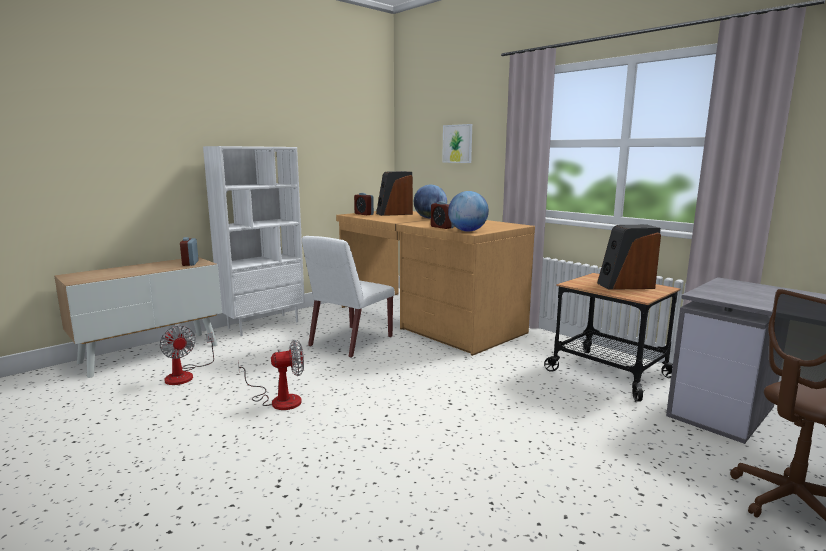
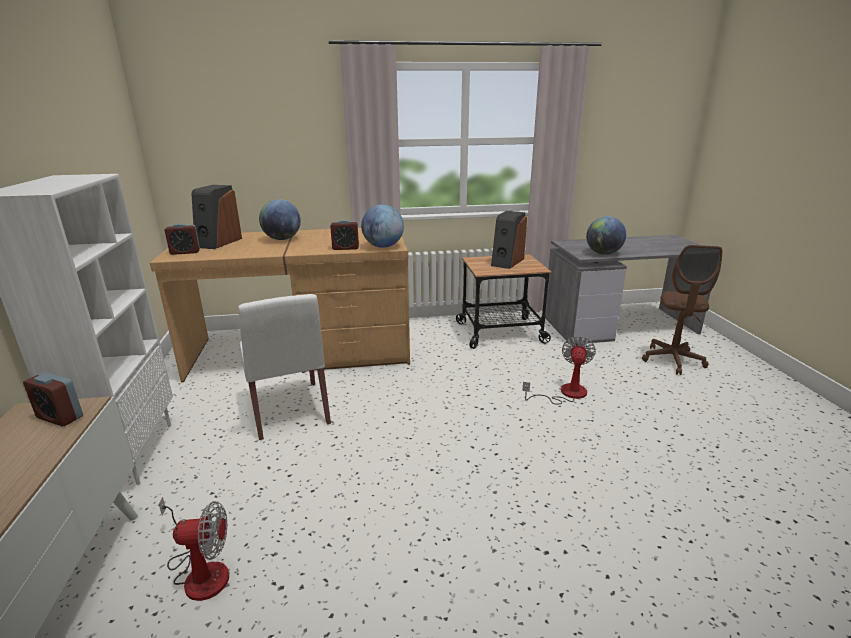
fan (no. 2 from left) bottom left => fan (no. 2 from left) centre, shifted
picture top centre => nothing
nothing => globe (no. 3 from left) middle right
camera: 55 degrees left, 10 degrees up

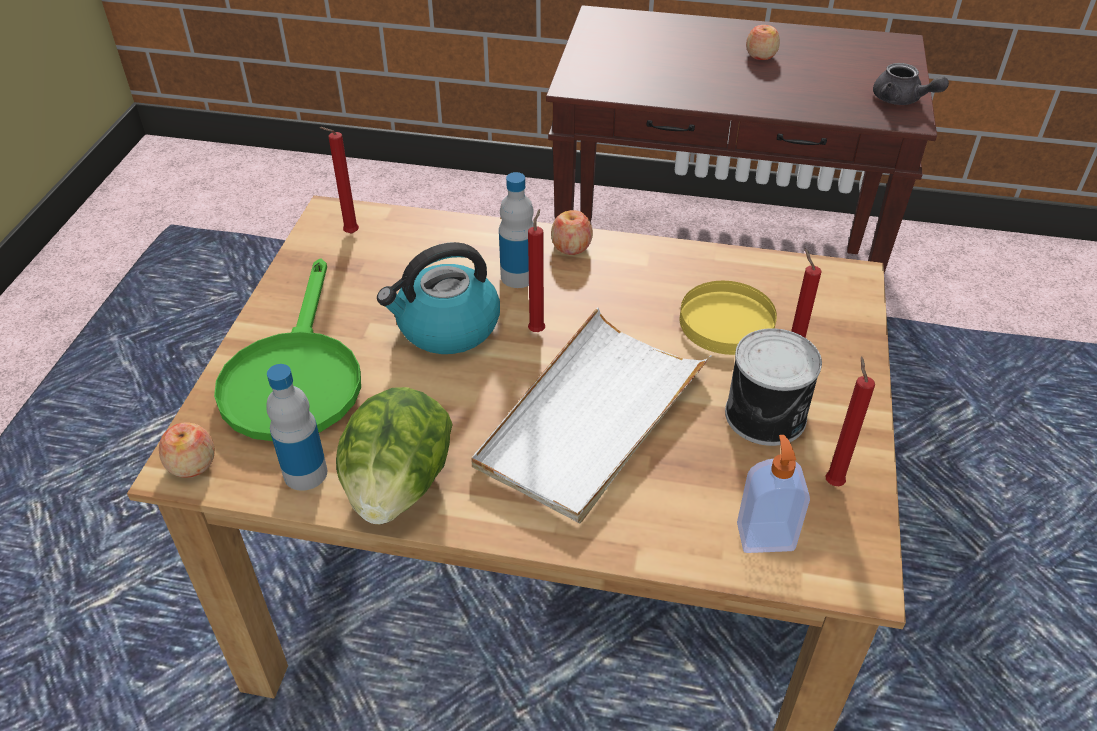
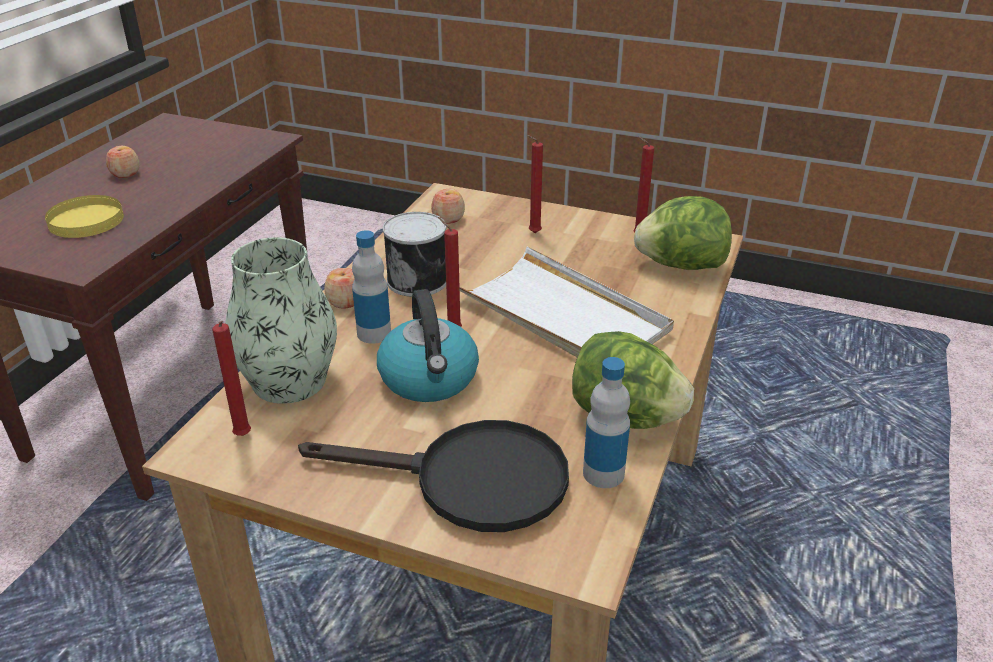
apple (no. 1 from left in the first image) middle left => apple (no. 3 from left) top centre, shifted
frying pan in green middle left => frying pan in black bottom centre
plate in yellow centre => plate in yellow top left, shifted
can middle right => can centre, shifted
soap dispenser bottom right => lettuce (no. 2 from left) middle right
teapot in grey top right => nothing
nothing => vase middle left
camera: 80 degrees left, 10 degrees down

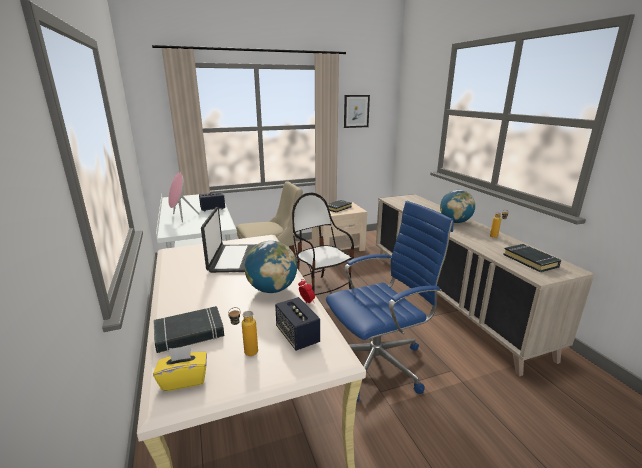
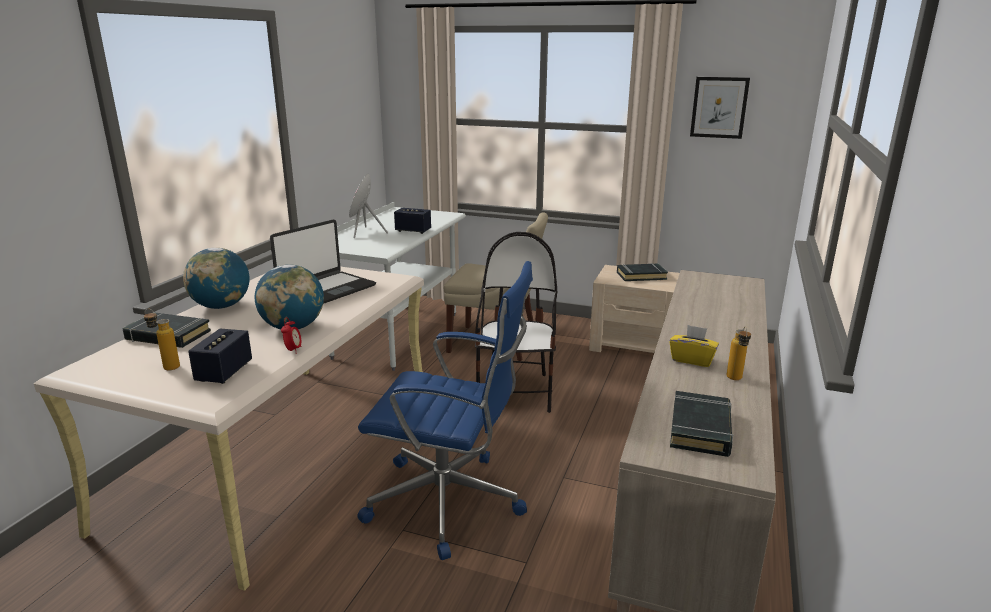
tissue box in yellow bottom left => tissue box in yellow middle right, shifted
globe (no. 2 from left in the first image) middle right => globe (no. 1 from left) middle left, shifted
camera: 40 degrees right, 0 degrees up

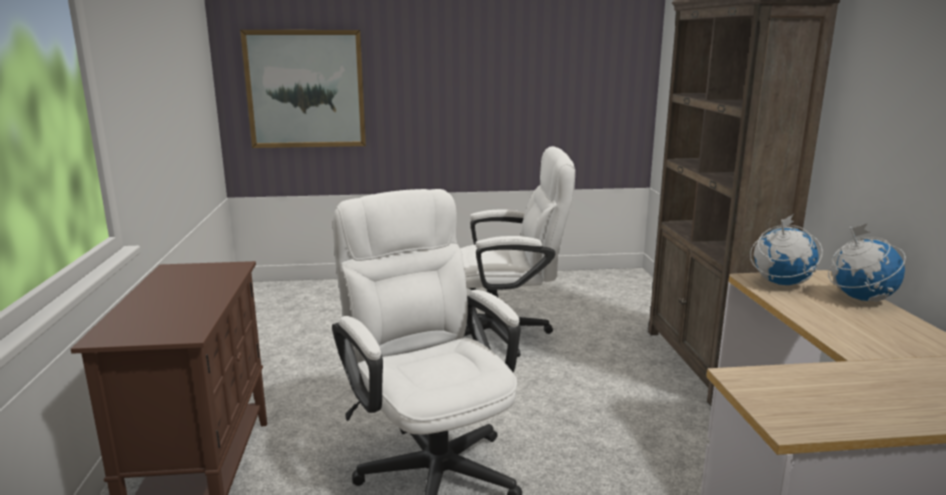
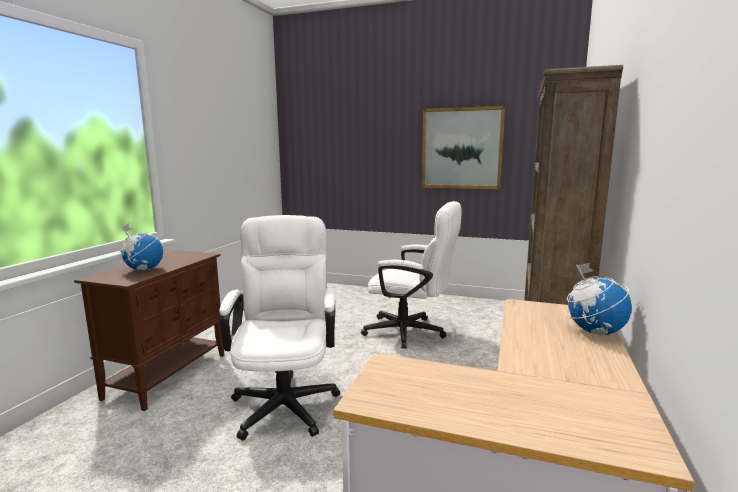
picture top left => picture top centre, shifted
globe (no. 1 from left) middle right => globe (no. 1 from left) middle left, shifted
camera: 25 degrees right, 5 degrees down

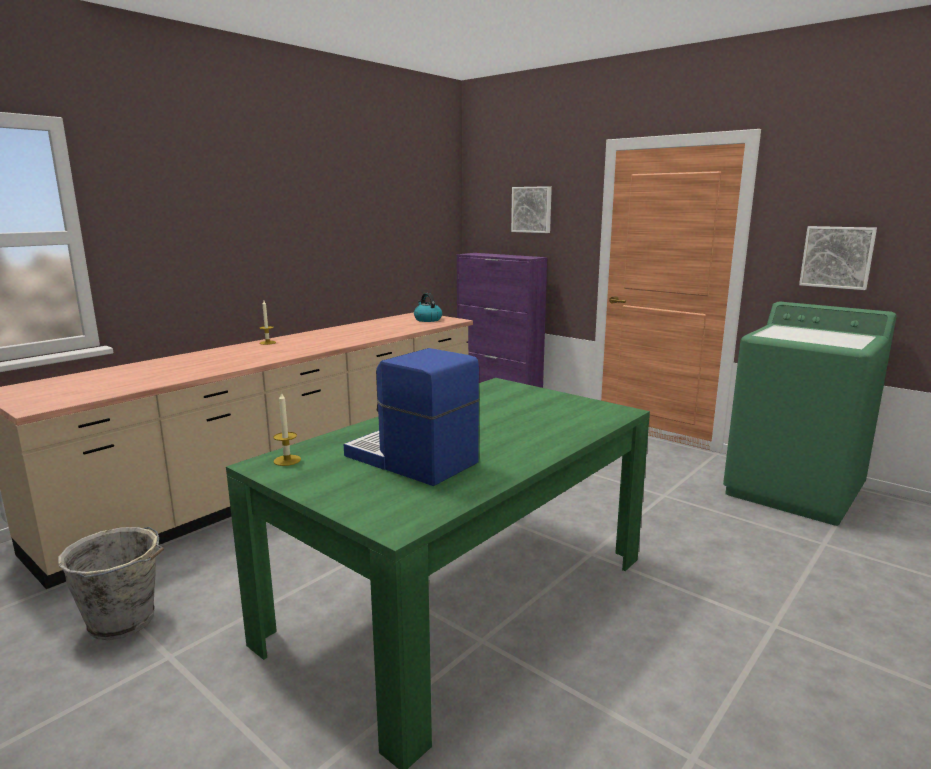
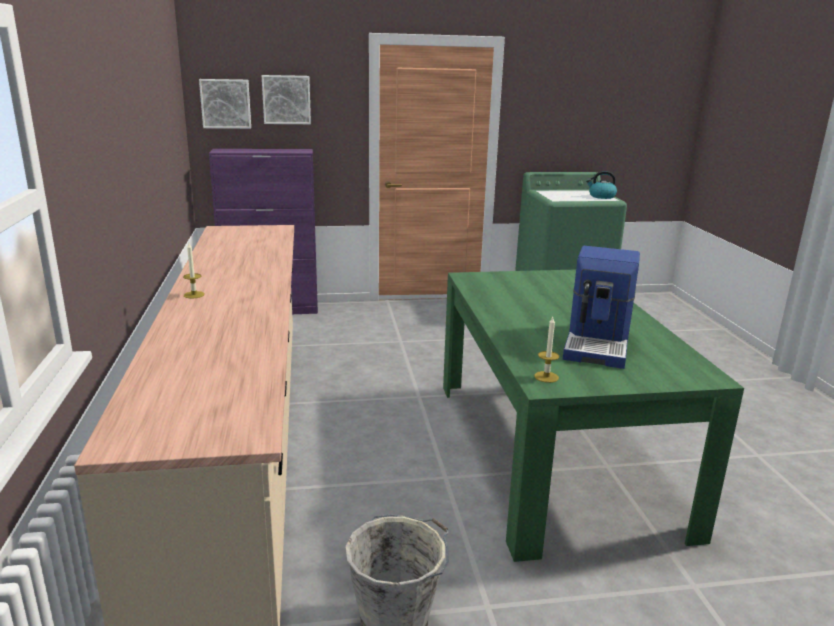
coffee machine centre => coffee machine middle right, 60 degrees counterclockwise
kettle centre => kettle top right, shifted
picture (no. 2 from left in the first image) middle right => picture (no. 1 from left) top left, shifted
camera: 50 degrees left, 5 degrees up

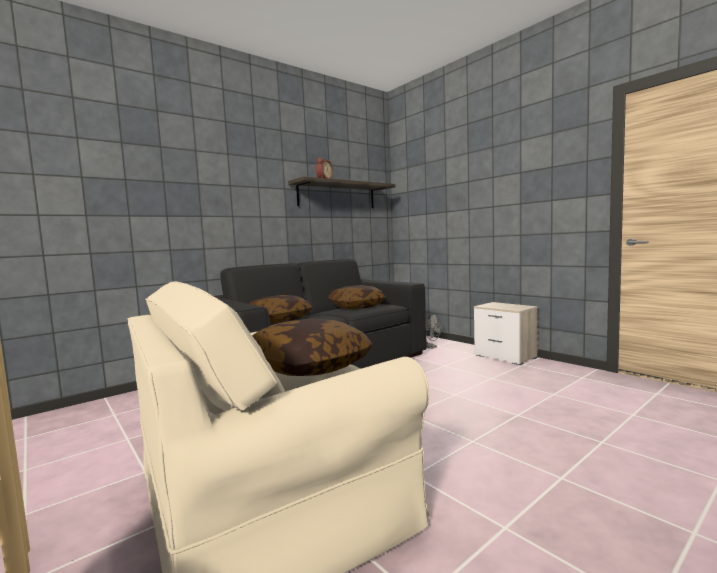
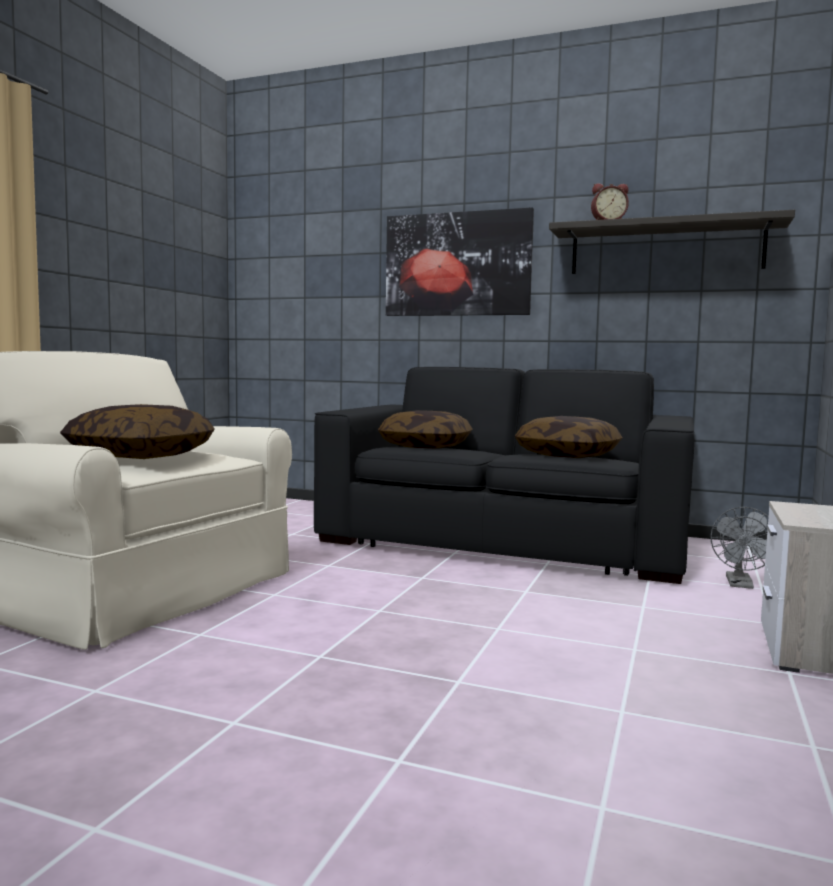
nothing => picture top centre
camera: 60 degrees right, 0 degrees up

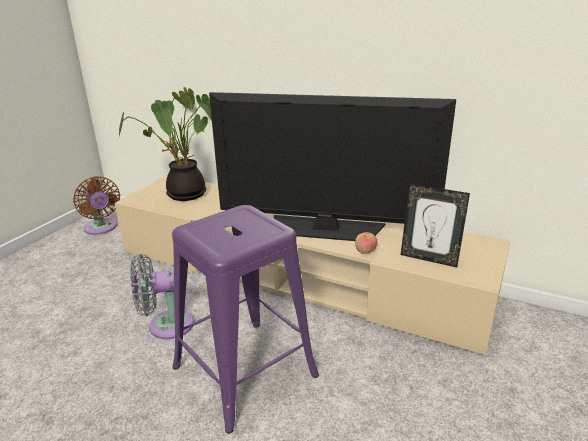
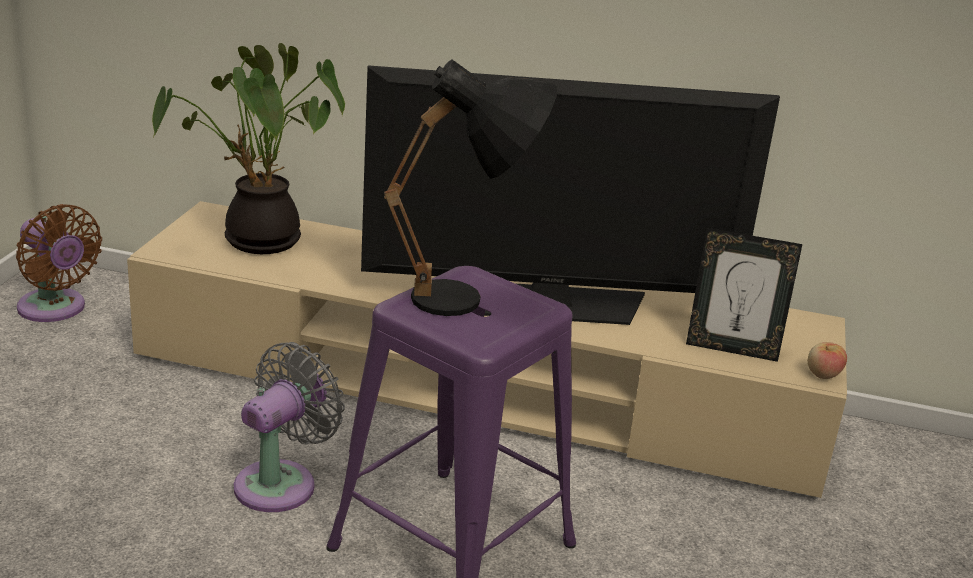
fan in grey bottom left, 150 degrees clockwise
apple centre => apple middle right, shifted
nothing => table lamp in black top centre
camera: 15 degrees left, 0 degrees up

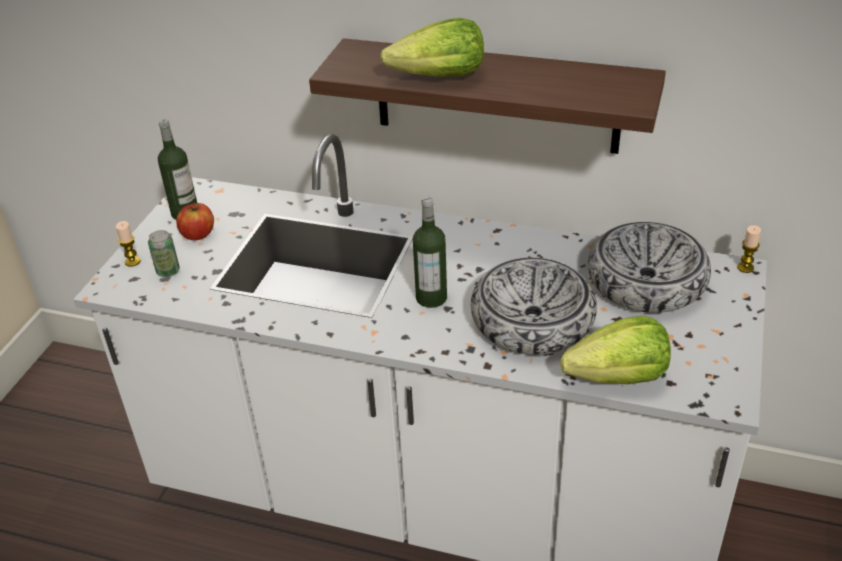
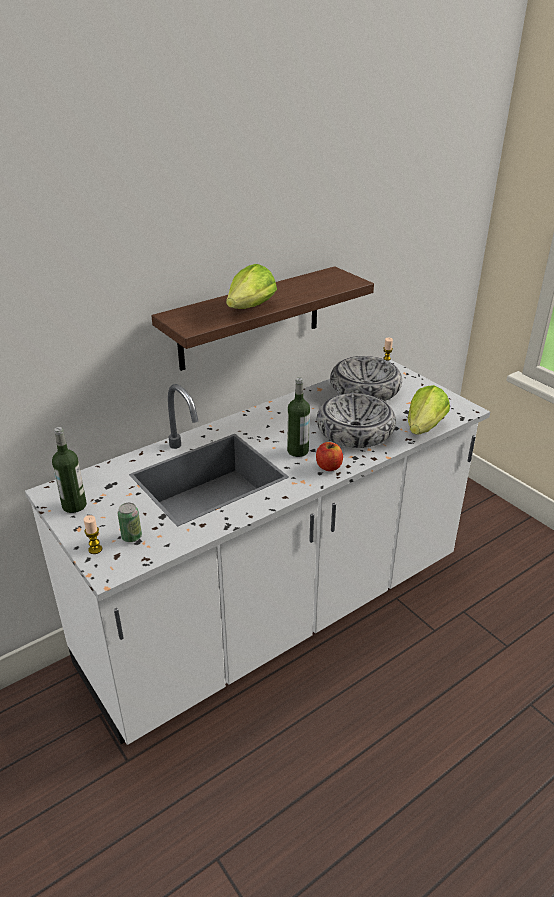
apple middle left => apple centre, shifted
camera: 55 degrees left, 5 degrees down

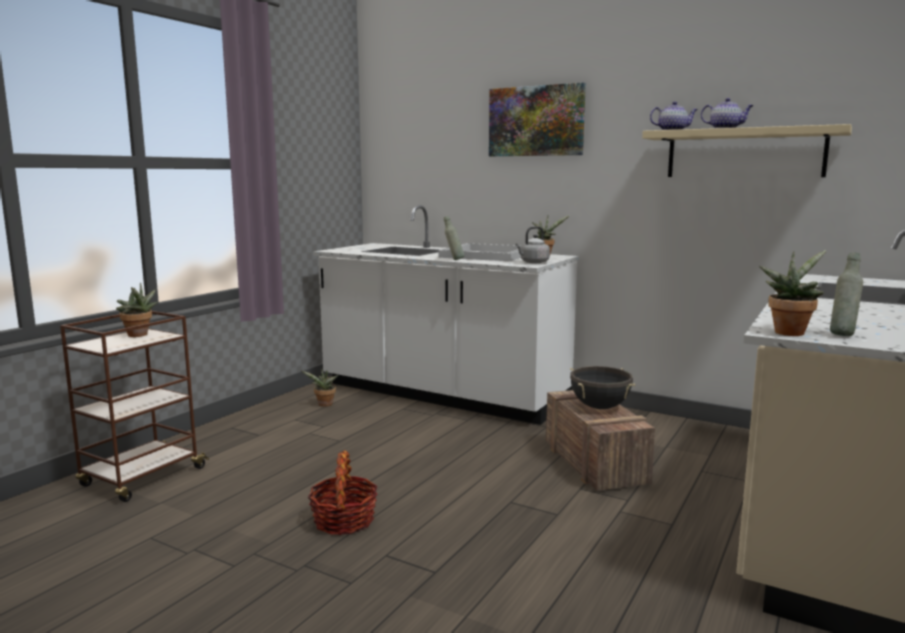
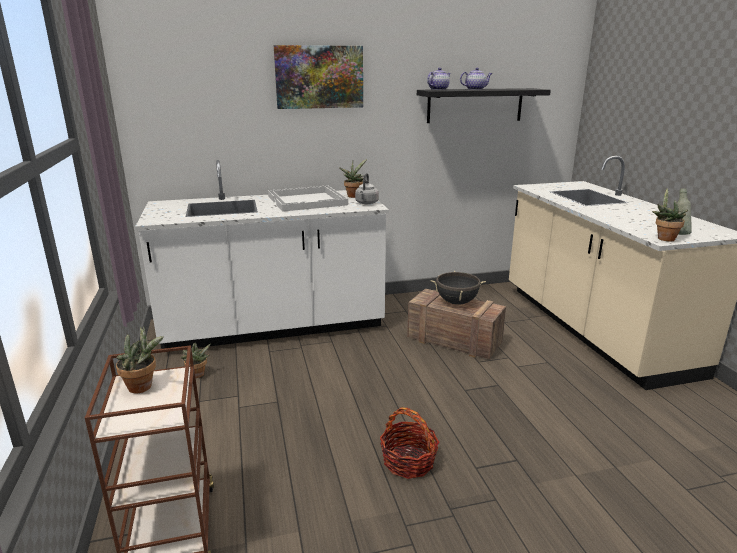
bottle in grey (no. 1 from left) centre => nothing
shelf in beige top right => shelf in black top centre
camera: 45 degrees left, 10 degrees up

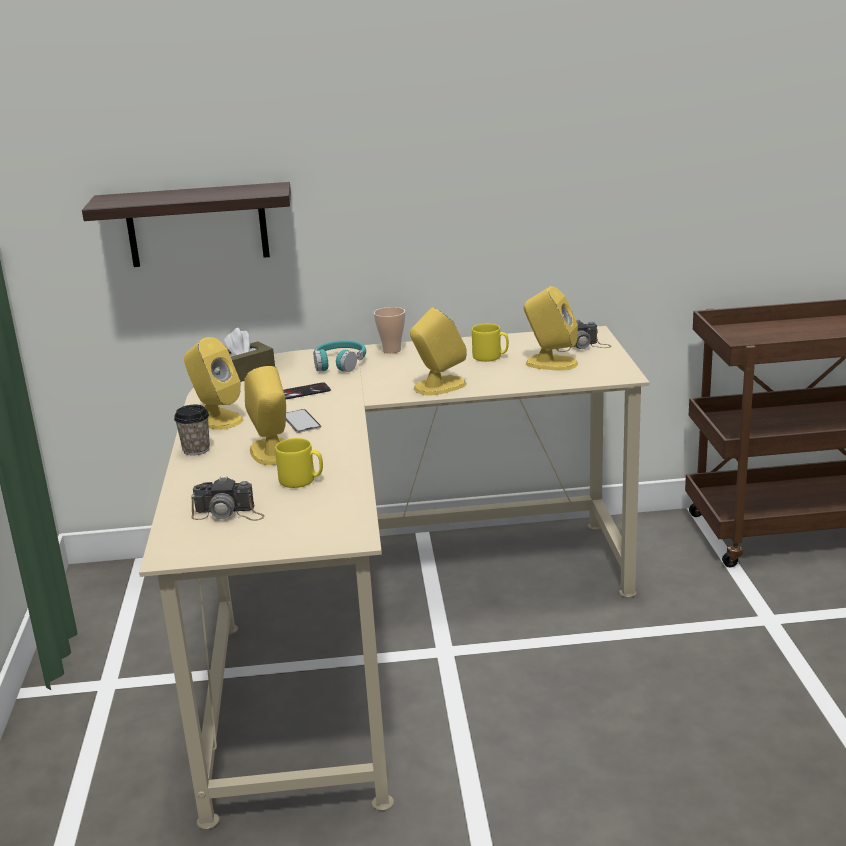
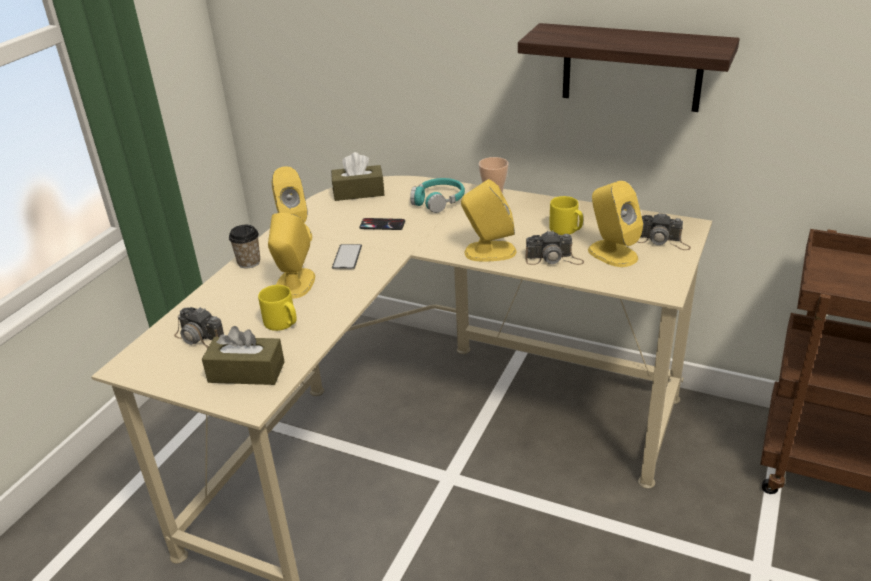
shelf top left => shelf top right, shifted
nothing => tissue box in brown (no. 1 from left) middle left
nothing => photo camera (no. 2 from left) centre
camera: 30 degrees right, 10 degrees up

